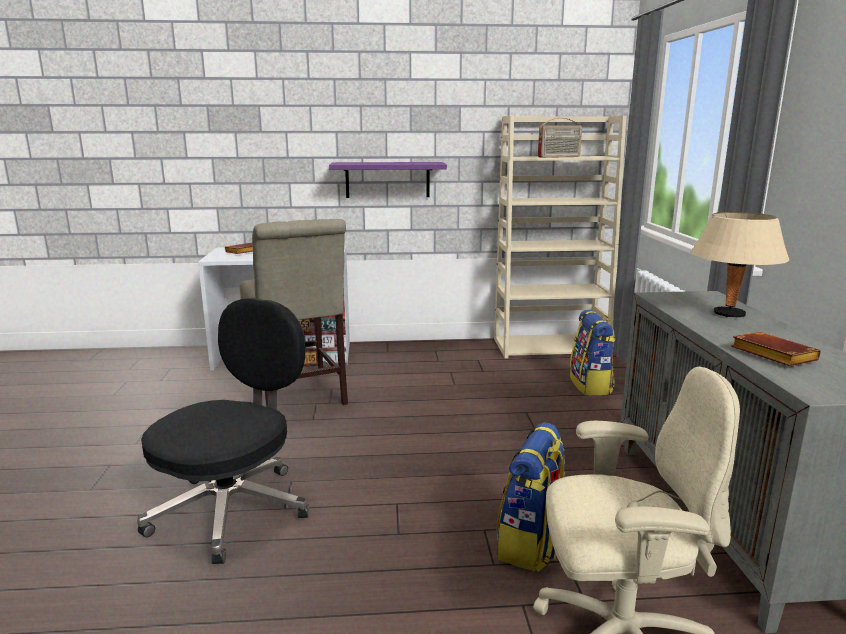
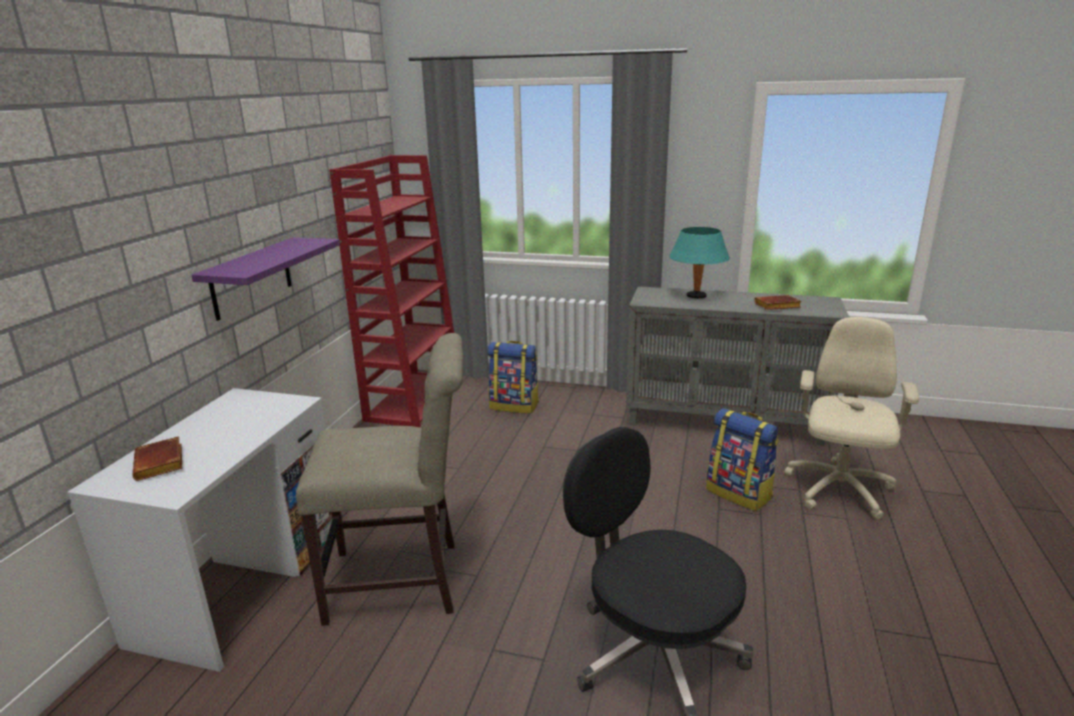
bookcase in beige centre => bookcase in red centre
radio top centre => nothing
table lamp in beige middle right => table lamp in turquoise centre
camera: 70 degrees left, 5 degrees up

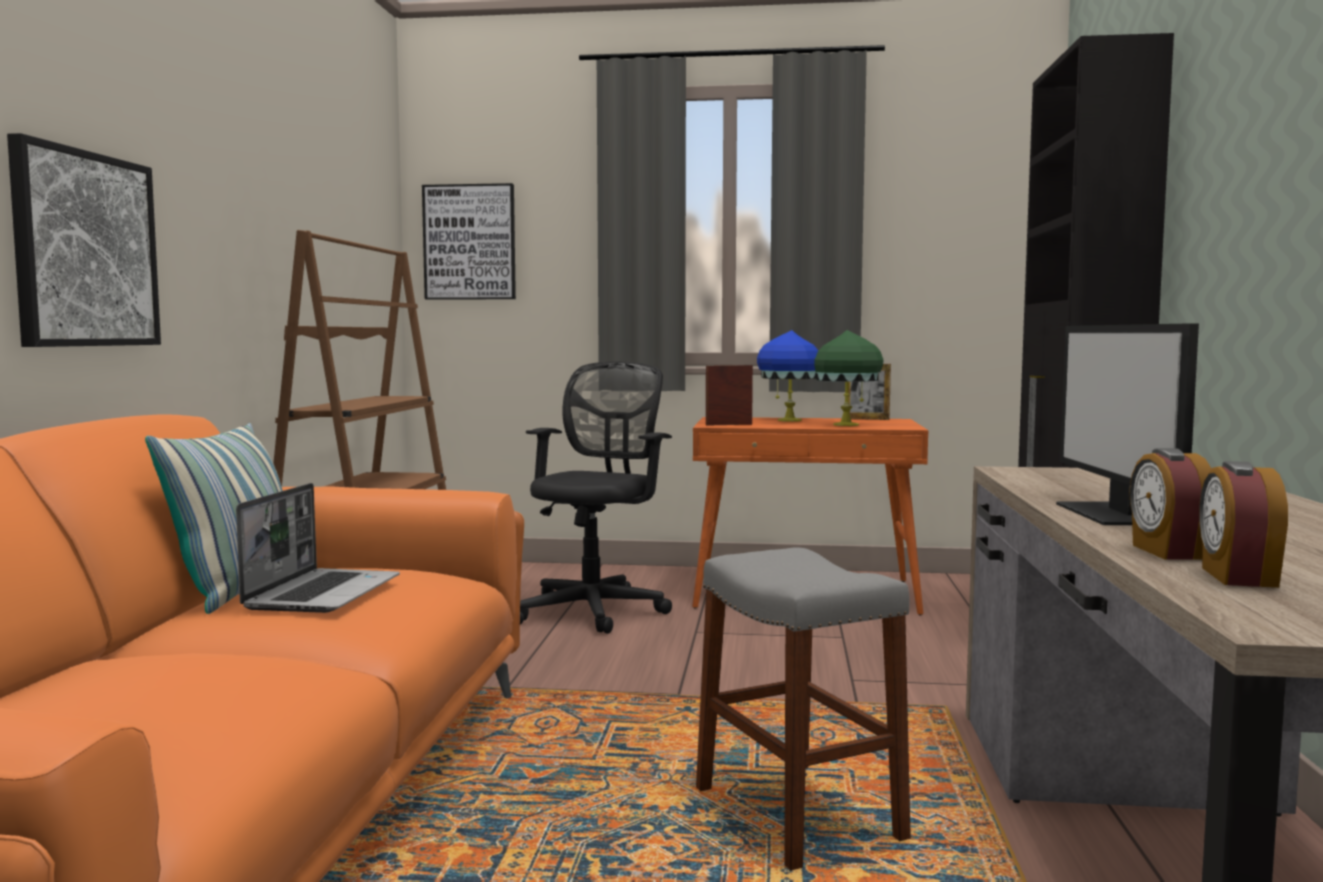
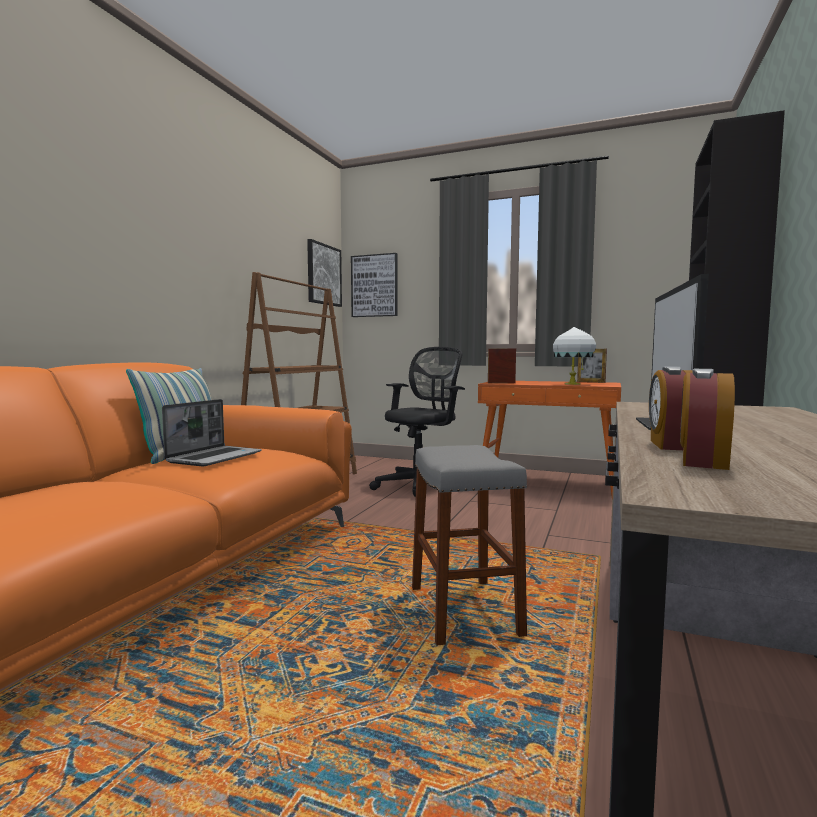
picture (no. 1 from left) top left => picture (no. 1 from left) centre, shifted
table lamp in blue centre => nothing
table lamp in green centre => table lamp in white middle right
camera: 15 degrees right, 0 degrees up

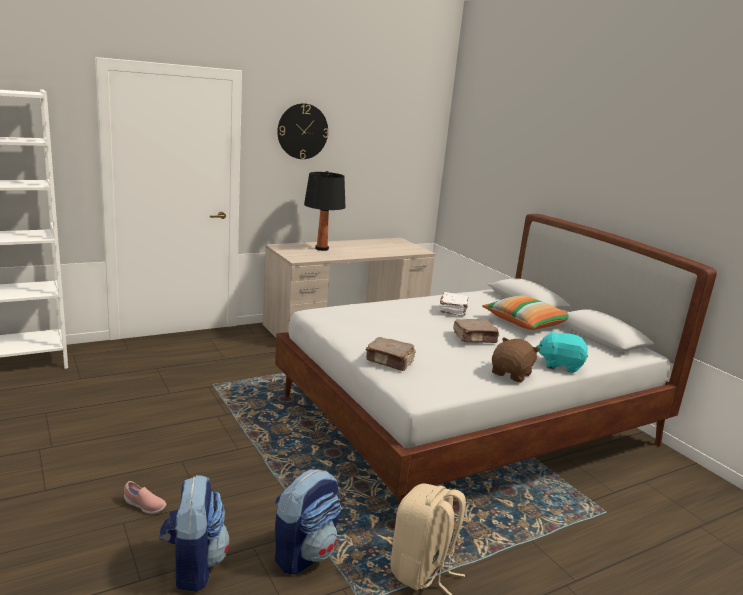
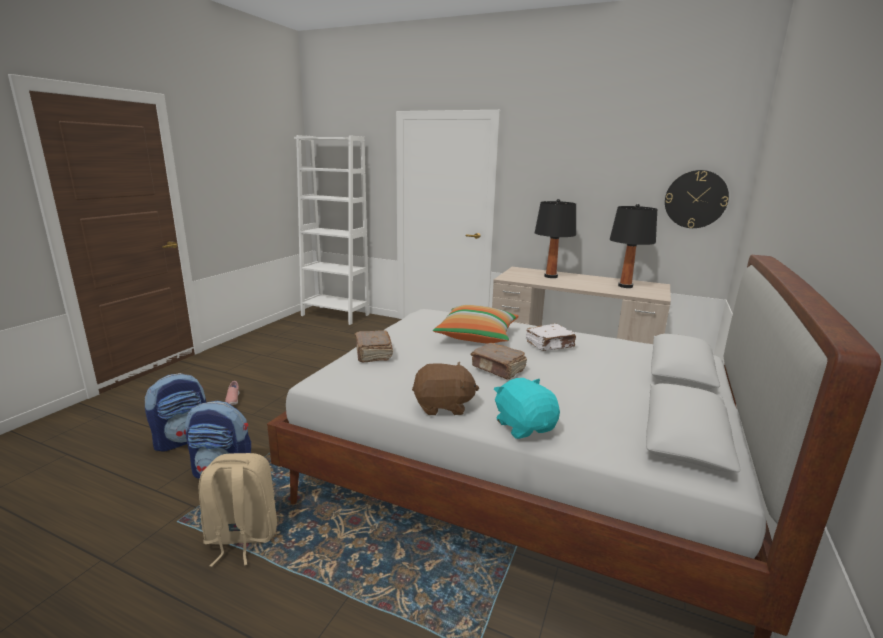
wall clock top centre => wall clock top right, shifted
pillow middle right => pillow centre, shifted
nothing => table lamp in black (no. 2 from left) middle right
camera: 55 degrees right, 0 degrees up

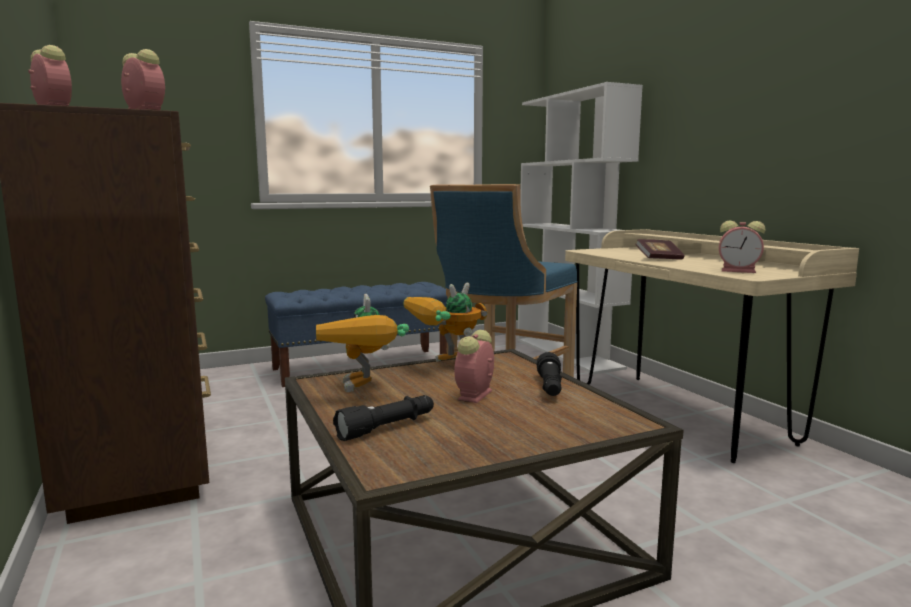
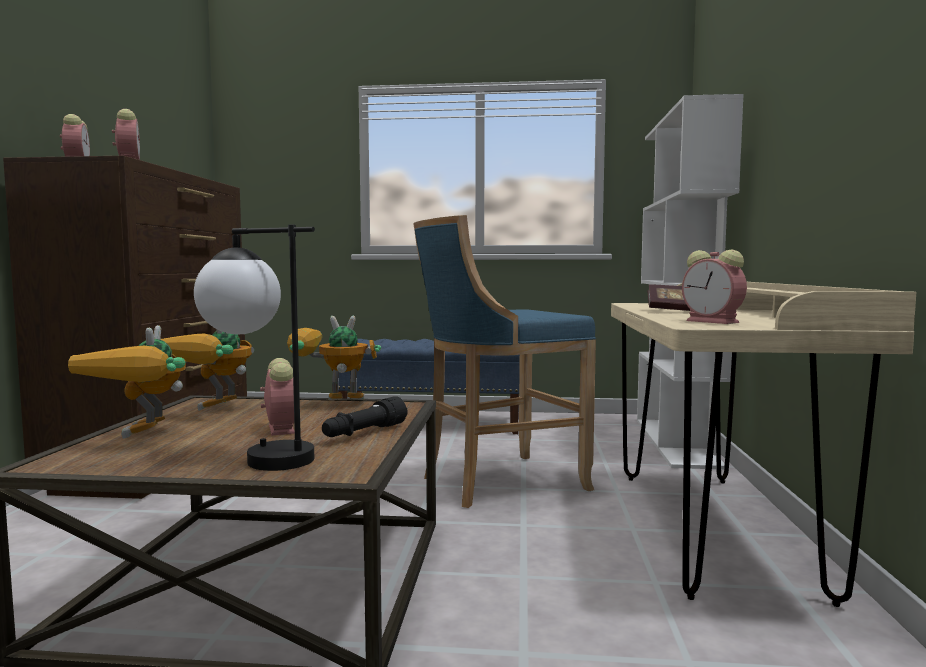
flashlight in black (no. 1 from left) bottom centre => toy robot (no. 1 from left) middle left
alarm clock (no. 3 from left) centre => alarm clock (no. 3 from left) middle left, 105 degrees clockwise
nothing => table lamp middle left
camera: 30 degrees right, 5 degrees down

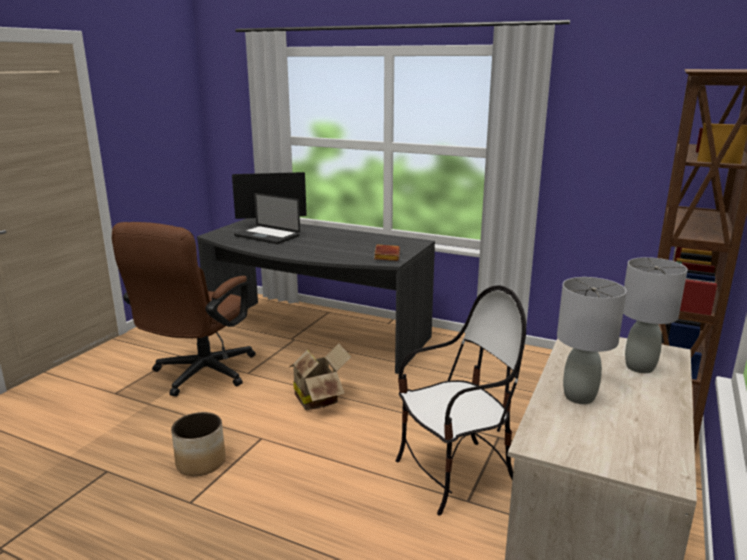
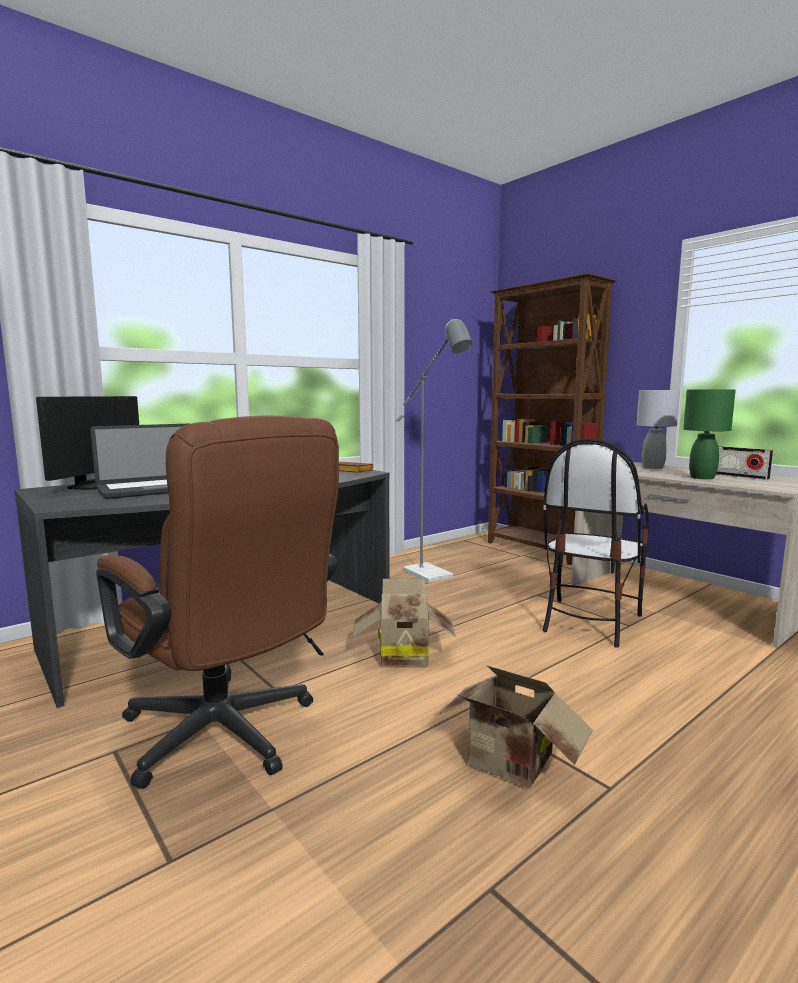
planter bottom left => cardboard box (no. 2 from left) bottom centre
chair bottom centre => chair middle right, 150 degrees counterclockwise
table lamp in grey (no. 1 from left) middle right => table lamp in green middle right
nothing => floor lamp in grey centre
nothing => radio middle right
camera: 65 degrees left, 10 degrees down

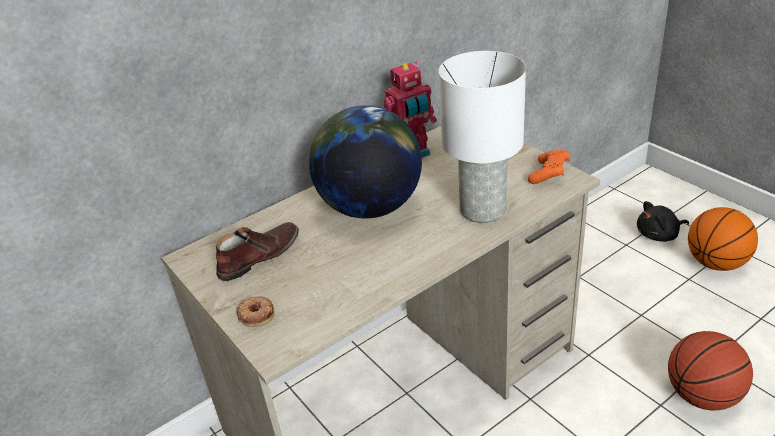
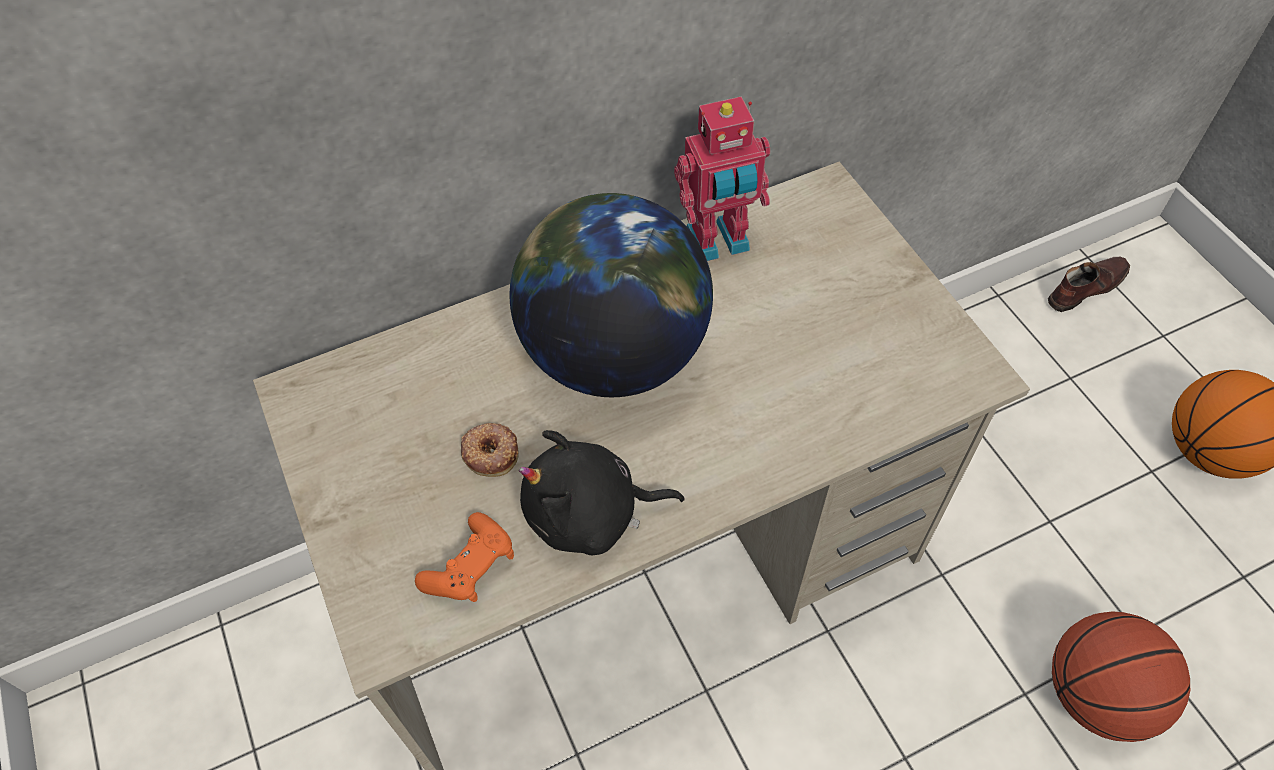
shoe in brown middle left => shoe in brown middle right, shifted
donut bottom left => donut centre, shifted
table lamp in white top centre => nothing
game controller in orange middle right => game controller in orange bottom centre, shifted
plush toy in black middle right => plush toy in black centre, shifted
camera: 10 degrees right, 20 degrees up

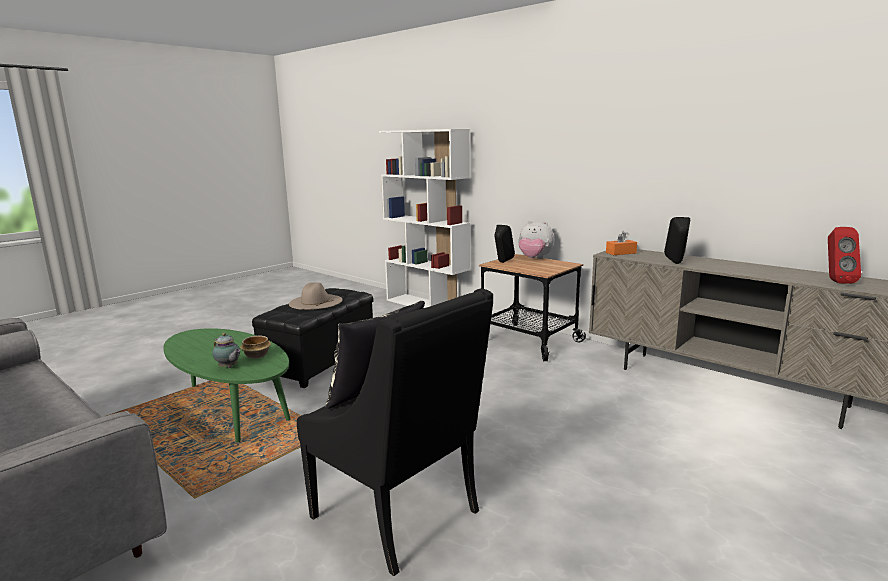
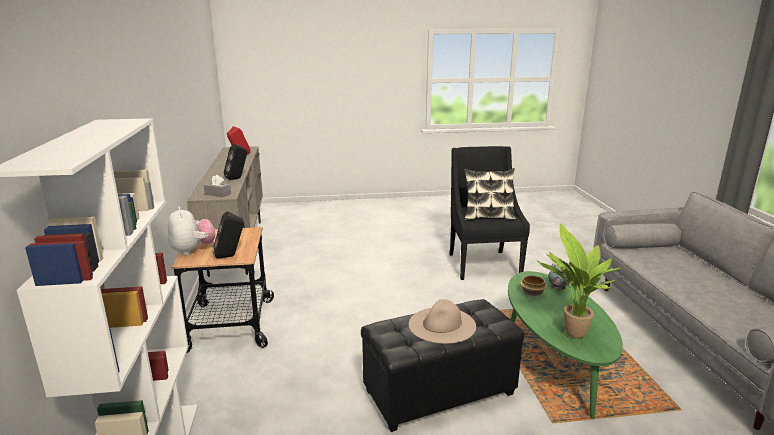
tissue box in orange middle right => tissue box in grey middle left
nothing => potted plant middle right
camera: 140 degrees left, 5 degrees up

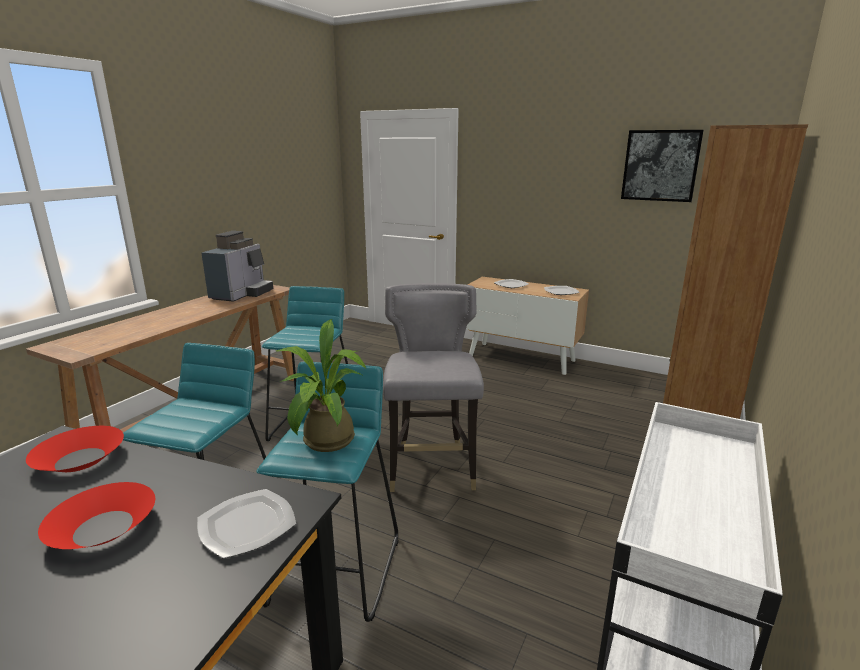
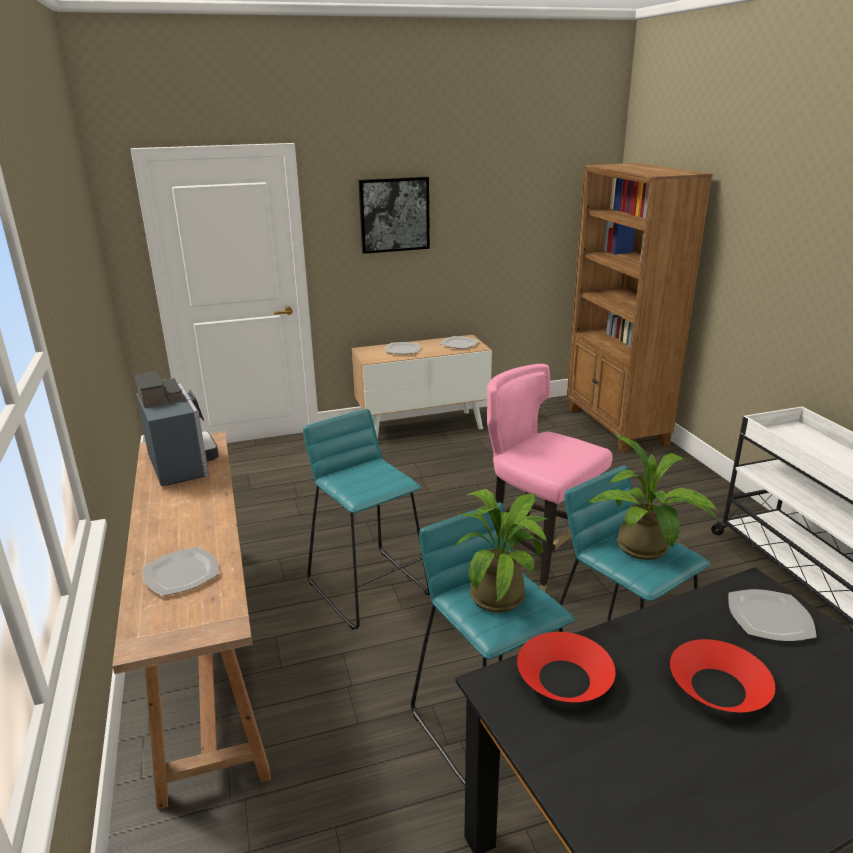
chair in grey centre => chair in pink centre
picture top right => picture top centre, shifted
nothing => plate (no. 1 from left) bottom left
nothing => potted plant (no. 1 from left) centre
camera: 45 degrees left, 5 degrees up

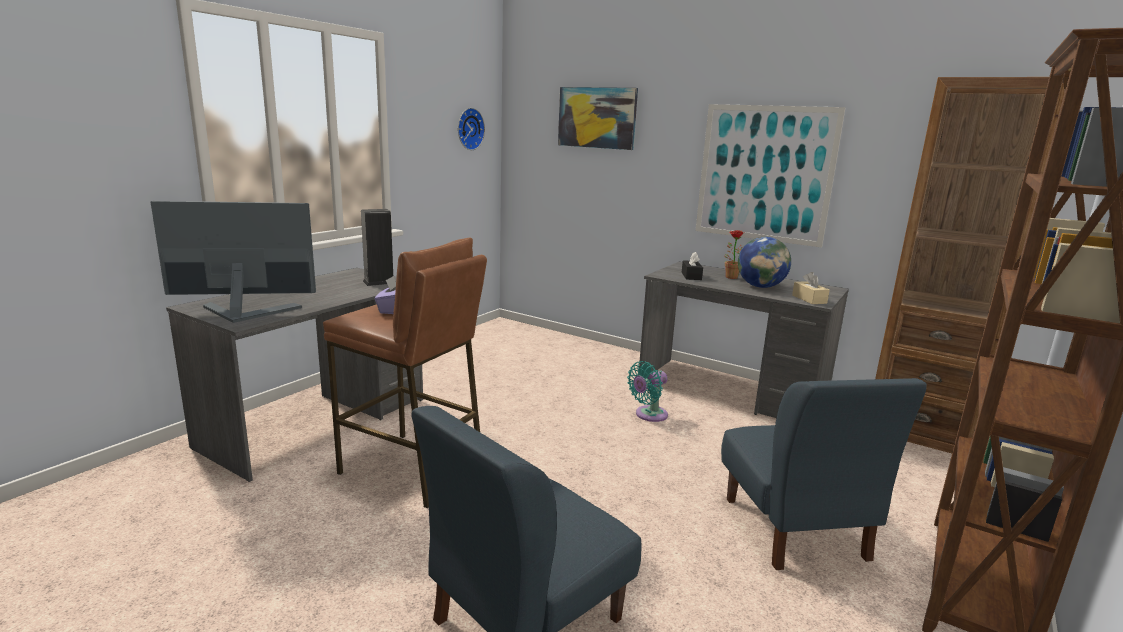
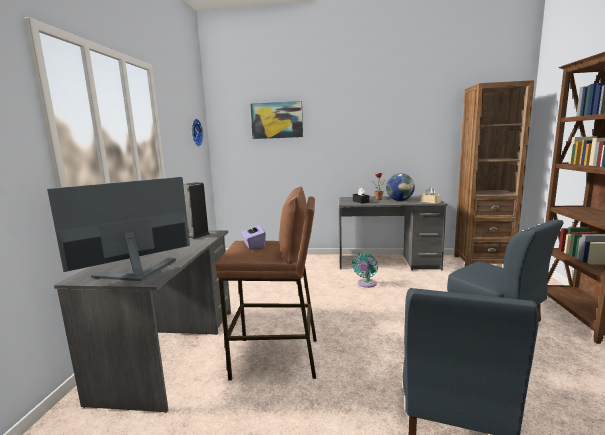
picture (no. 2 from left) top right => nothing
camera: 25 degrees left, 5 degrees down

